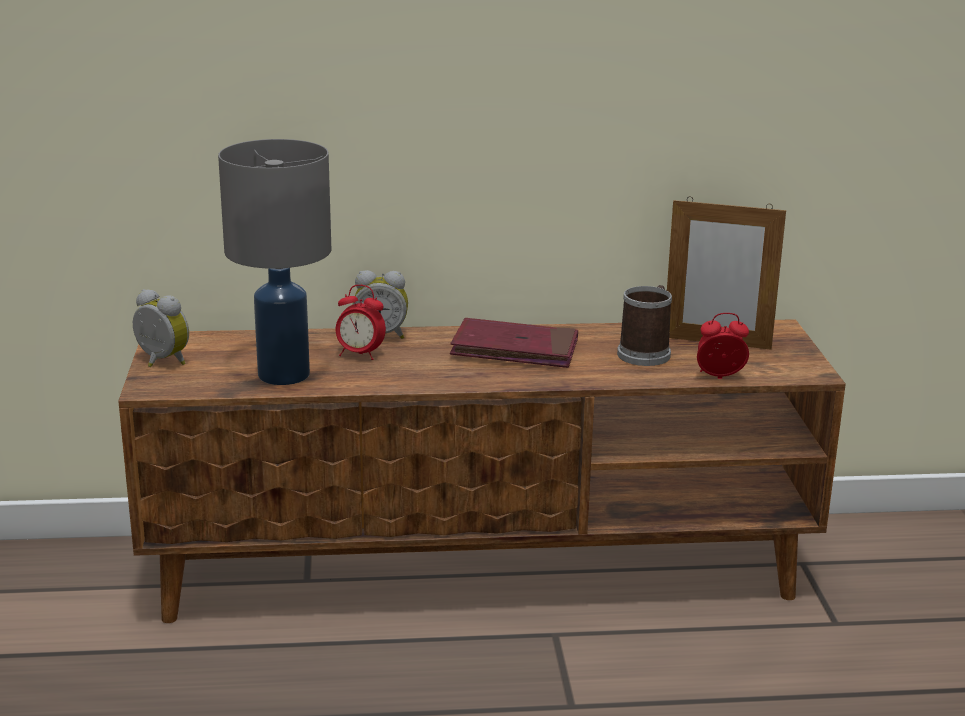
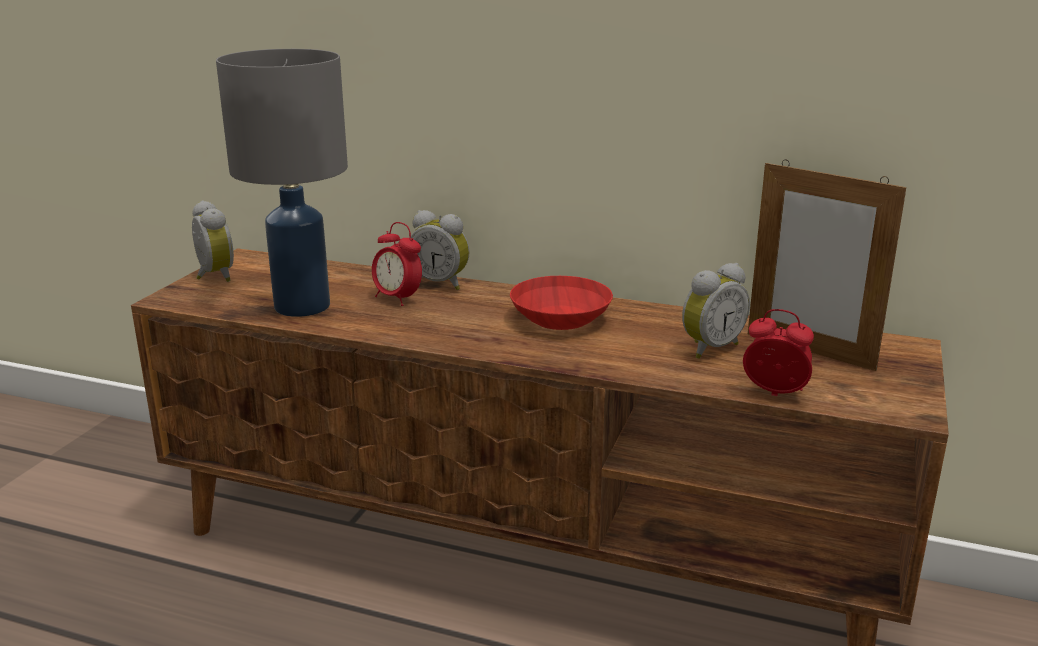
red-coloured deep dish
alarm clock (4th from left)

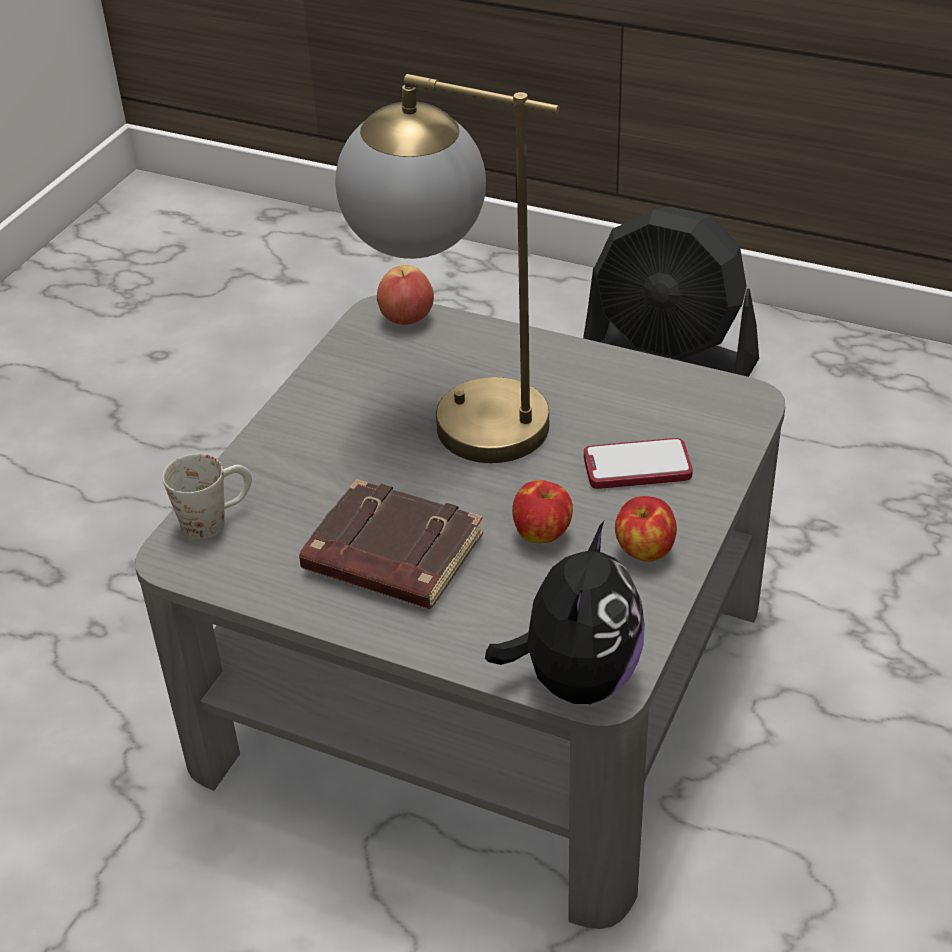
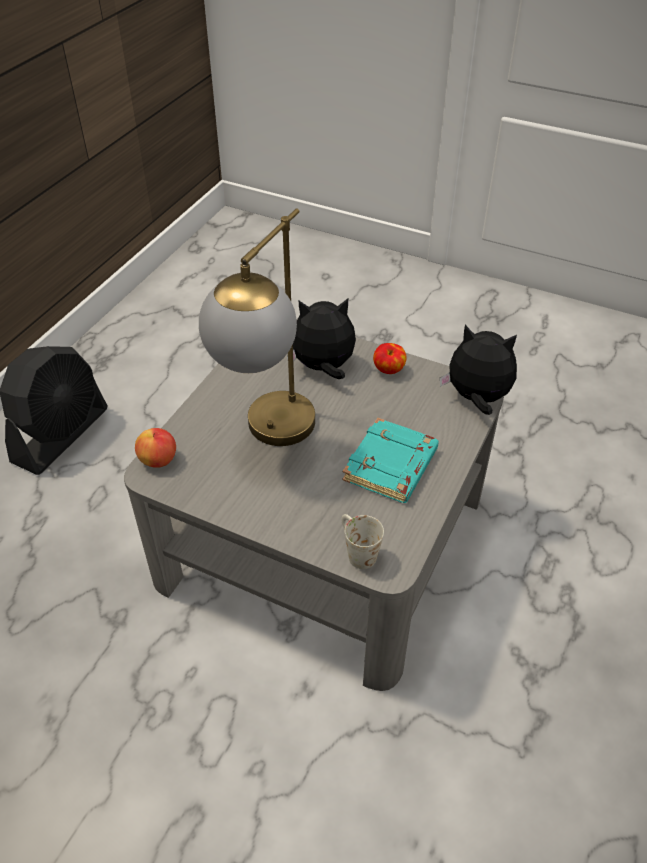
turquoise-coloured volume
apple (2nd from left in the first image)
cuddly toy (1st from left)

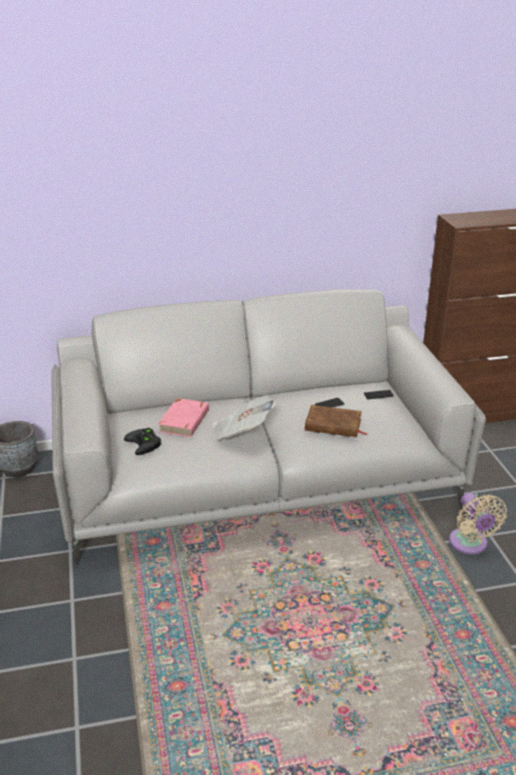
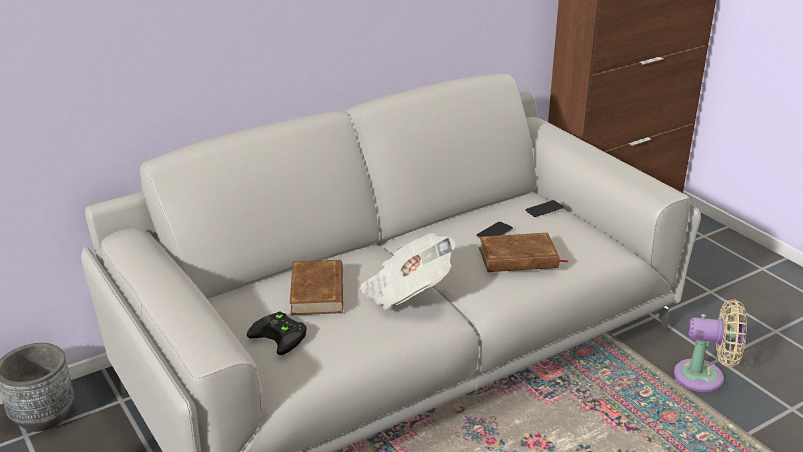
brown-coloured volume (1st from left)
beige electric fan

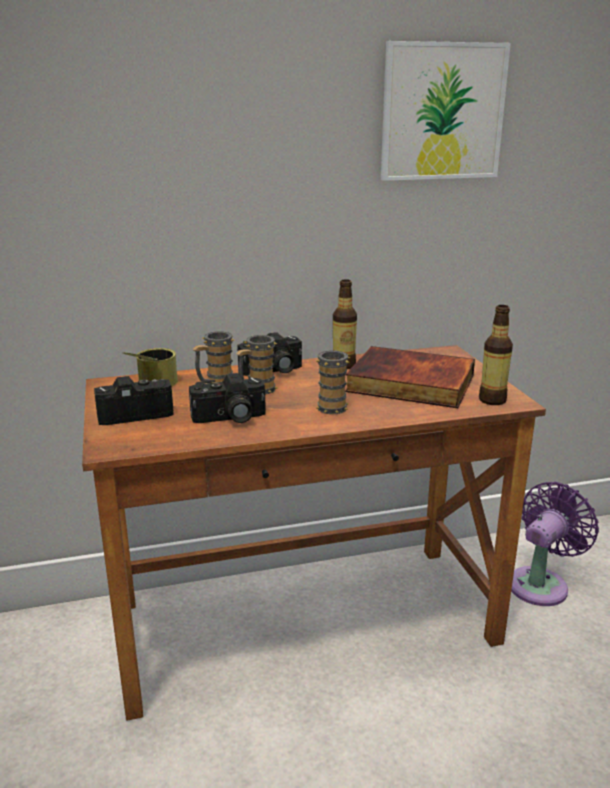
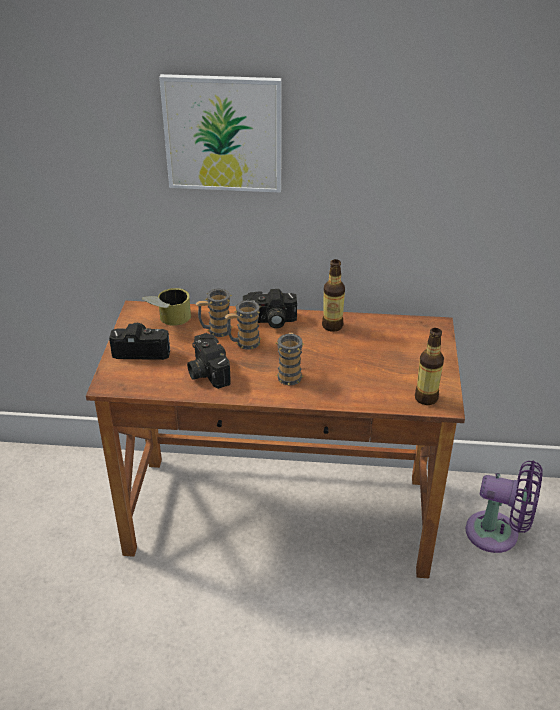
photo camera (2nd from left)
volume
wall picture
purplish electric fan

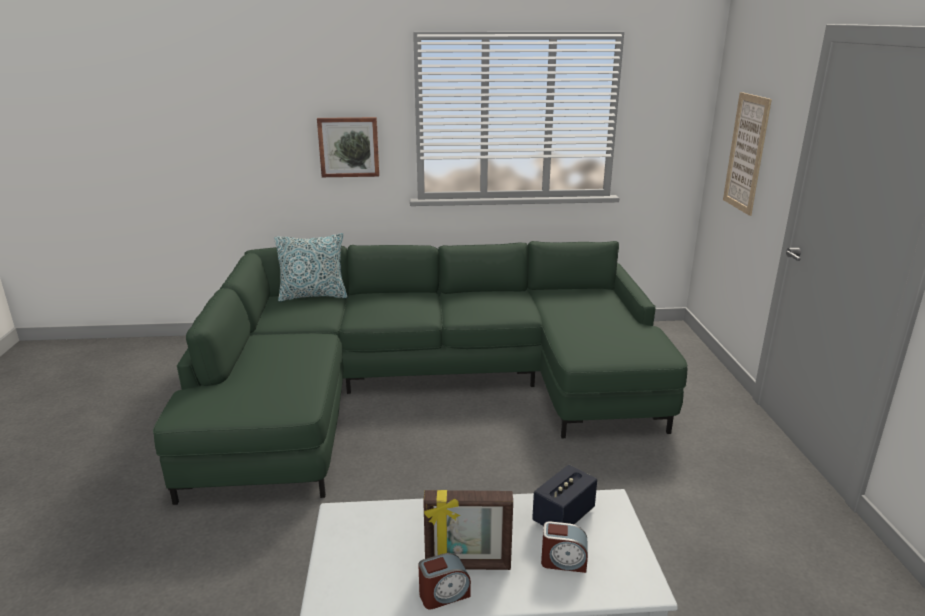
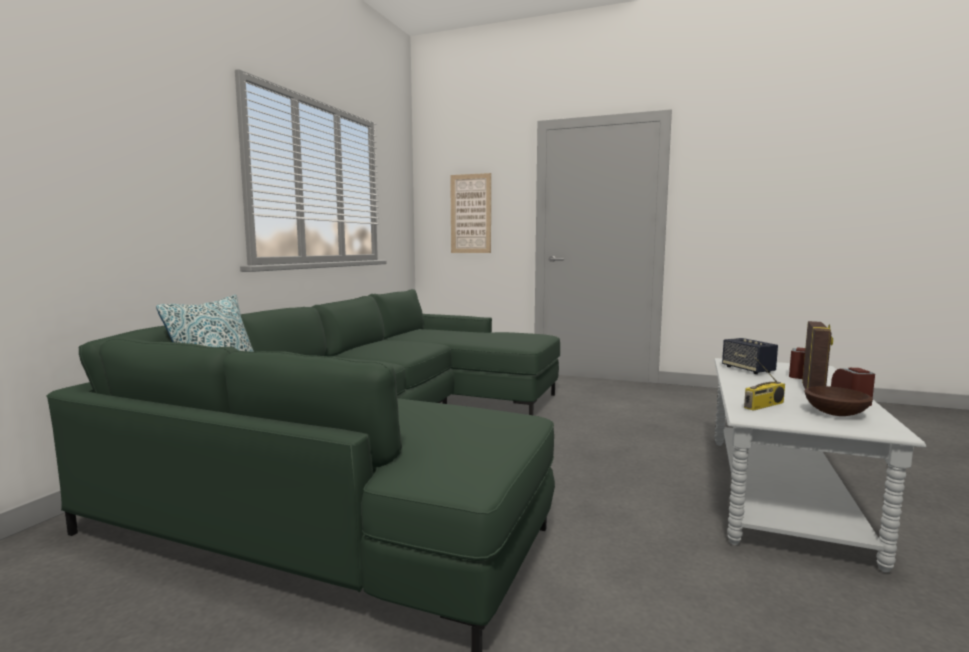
wall picture (1st from left in the first image)
radio receiver
brown-coloured deep dish

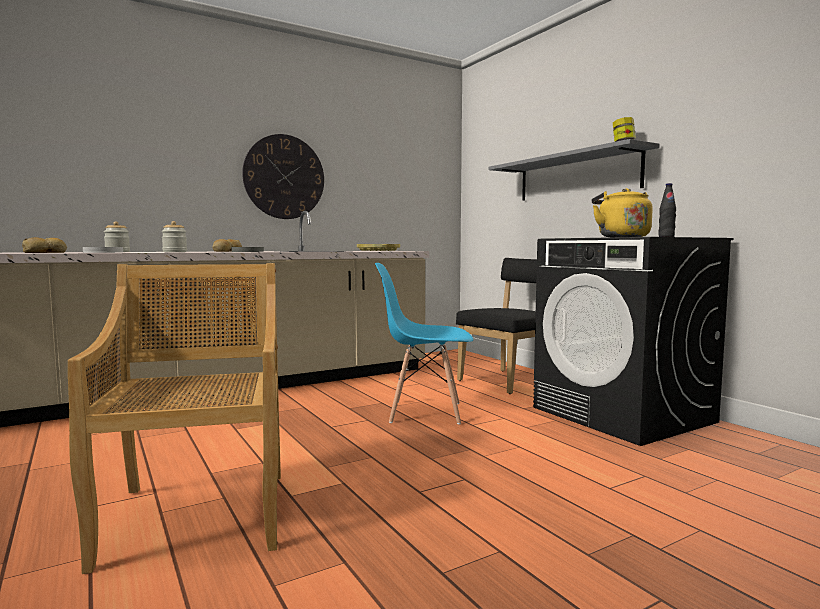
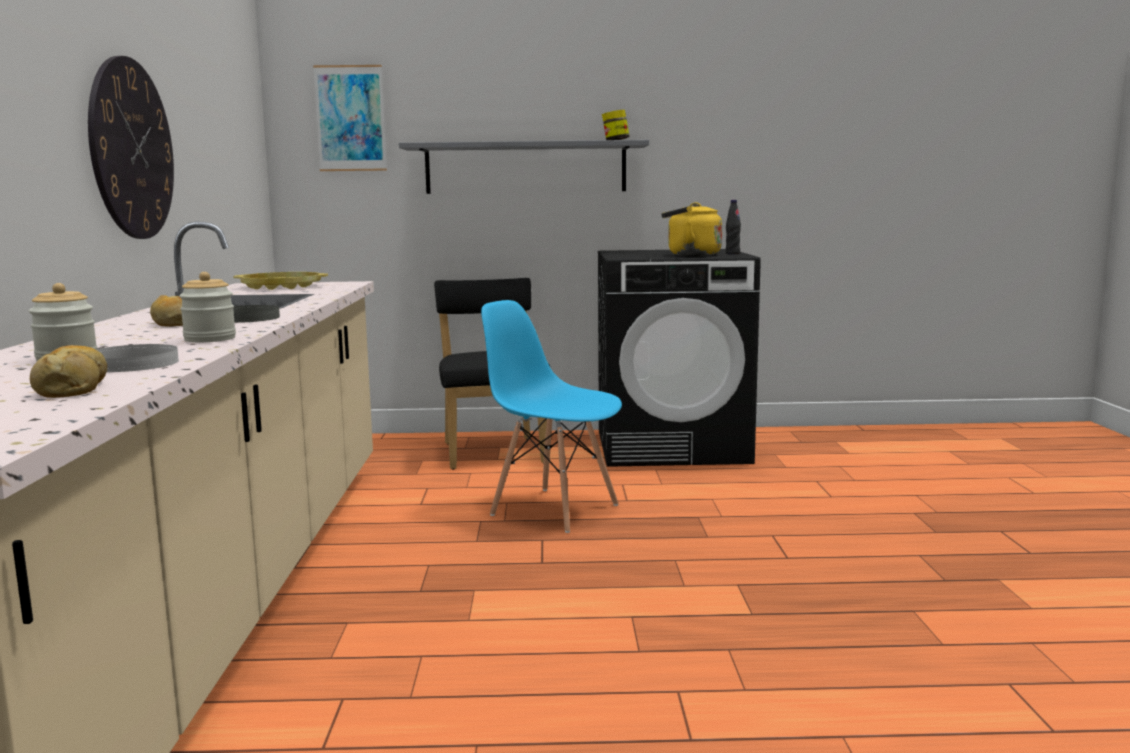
beige chair
blue-coloured chair
wall picture

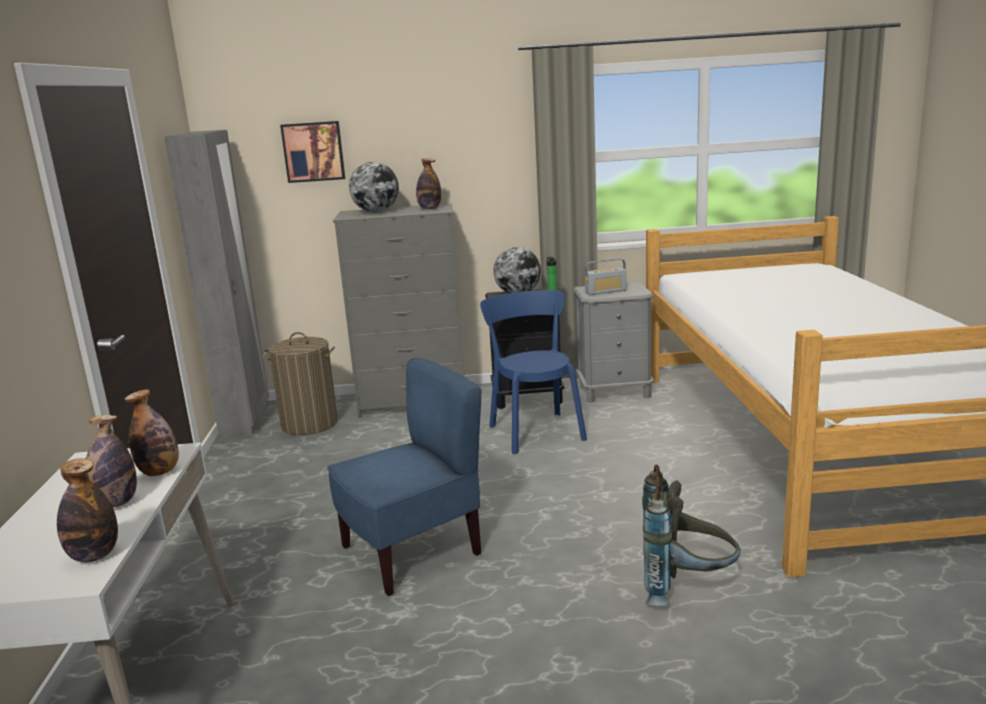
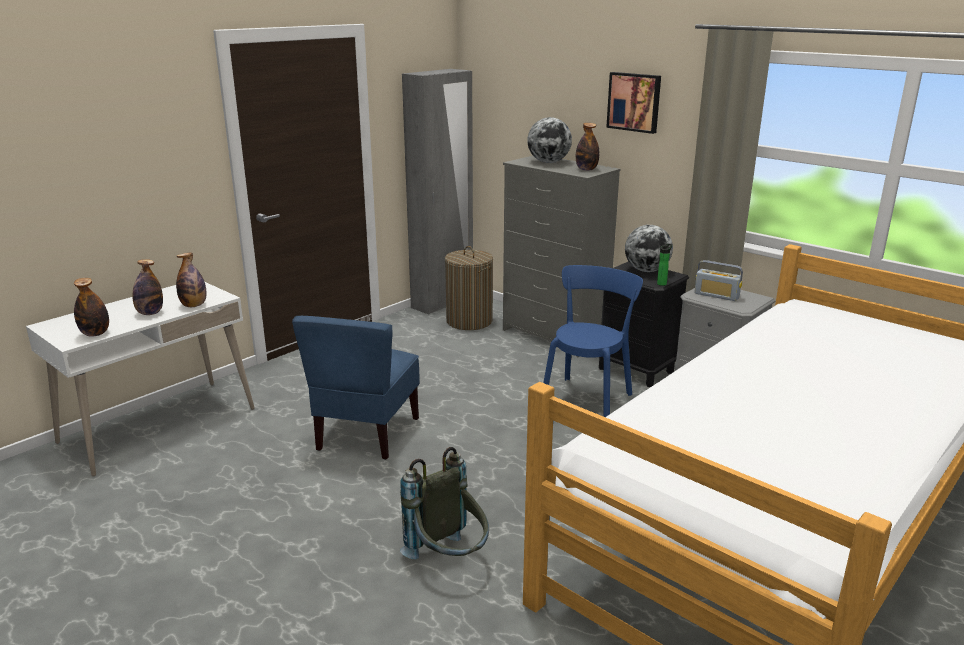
wall picture
blue-coloured chair (1st from left)

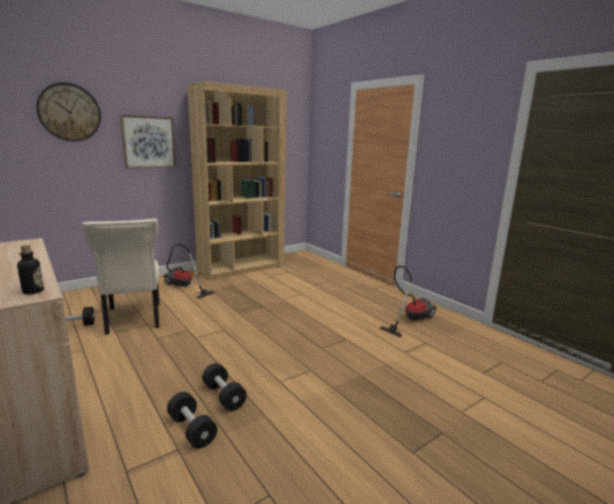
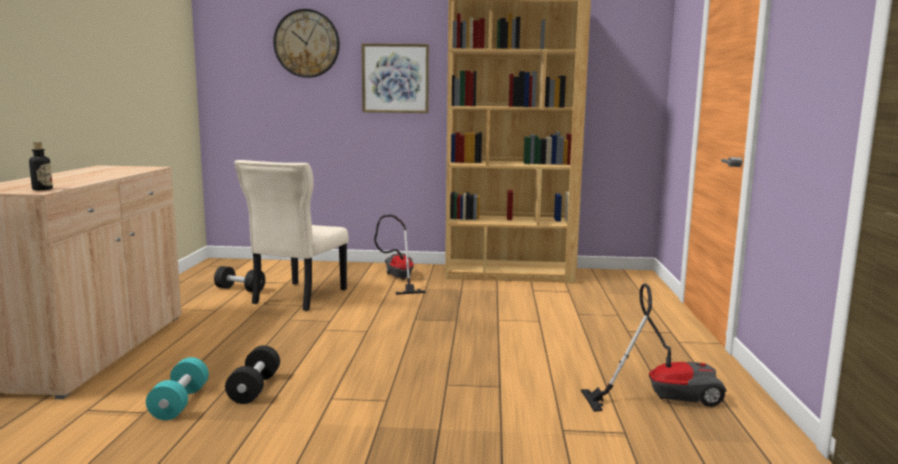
turquoise-coloured free weight

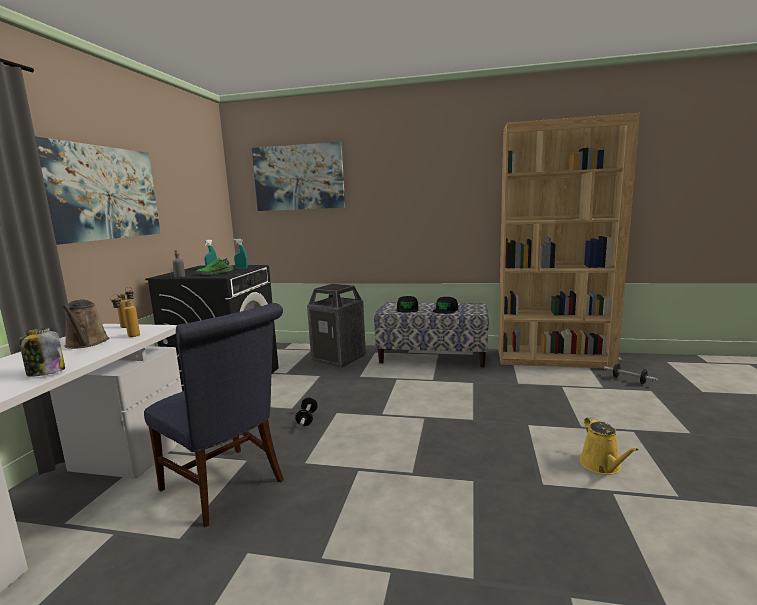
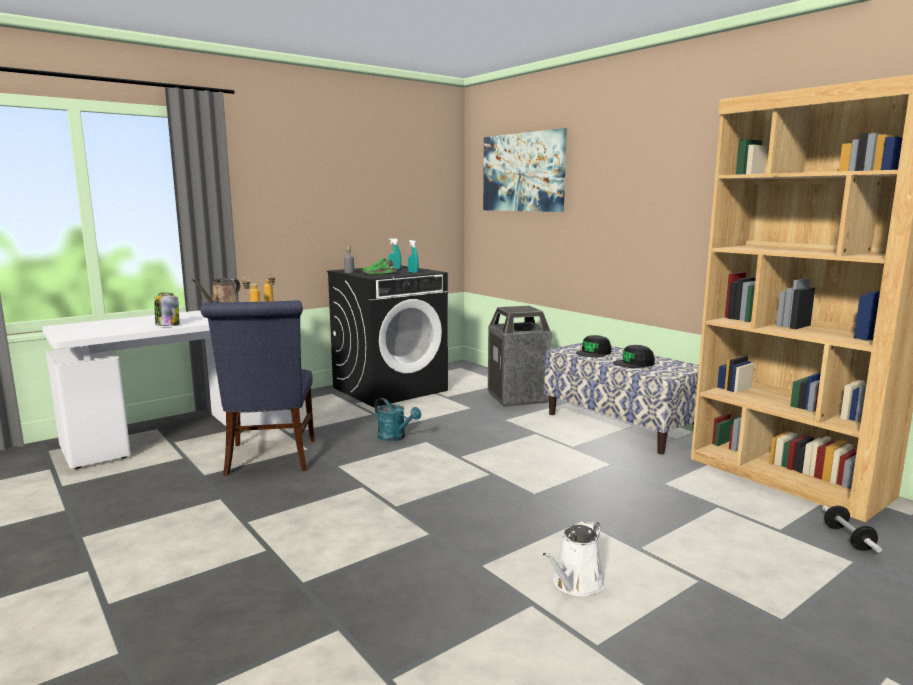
wall picture (1st from left in the first image)
turquoise-coloured watering pot
white-coloured watering pot

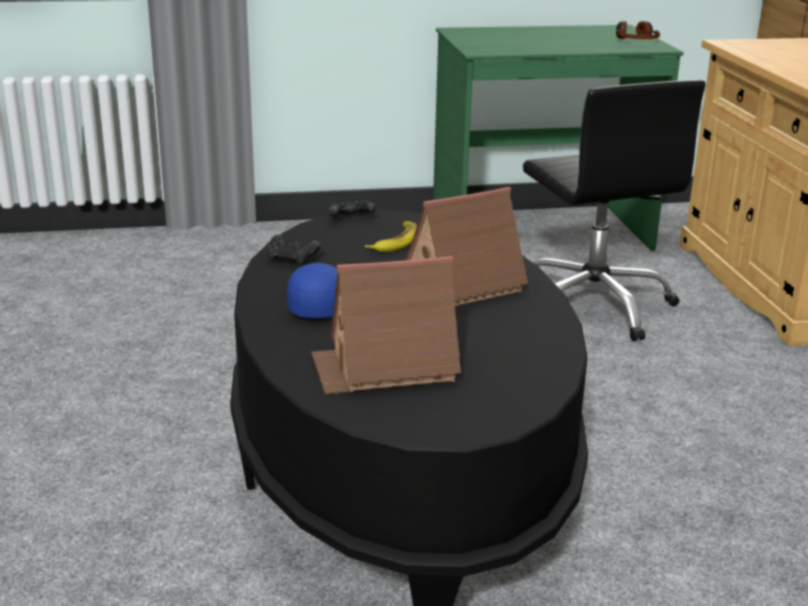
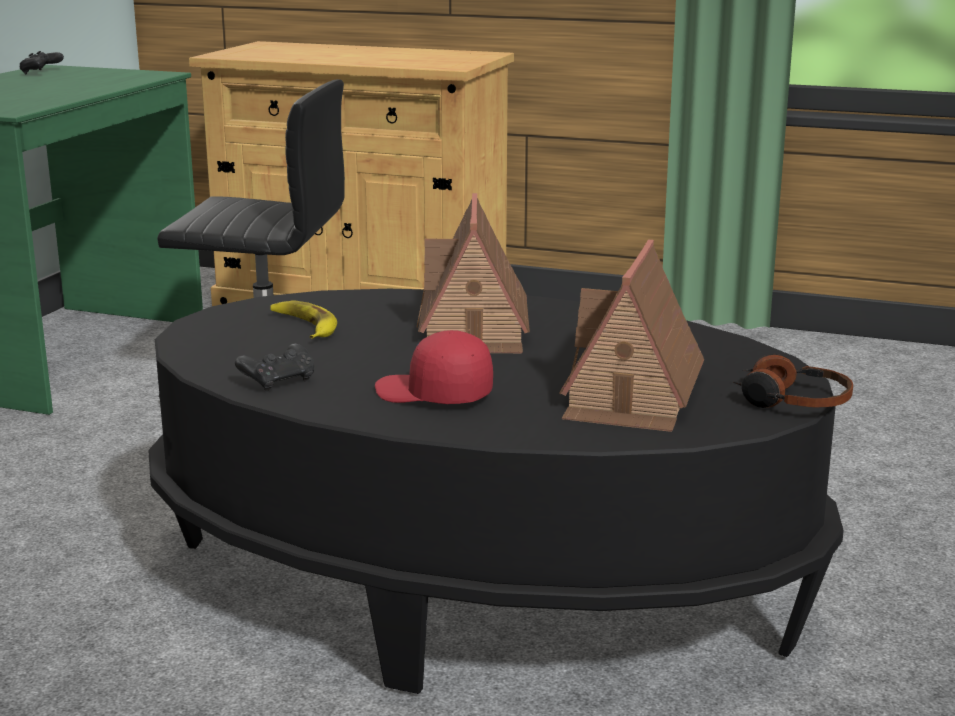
red-coloured cap
black-coloured game controller (1st from left)
headset

